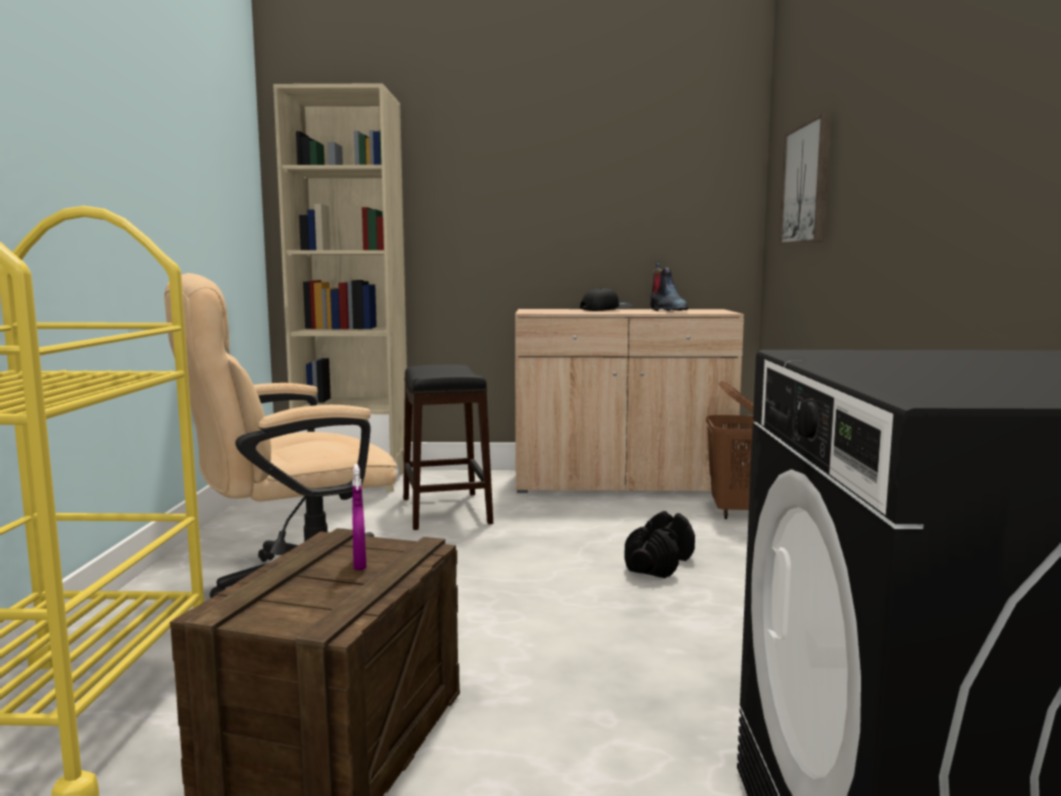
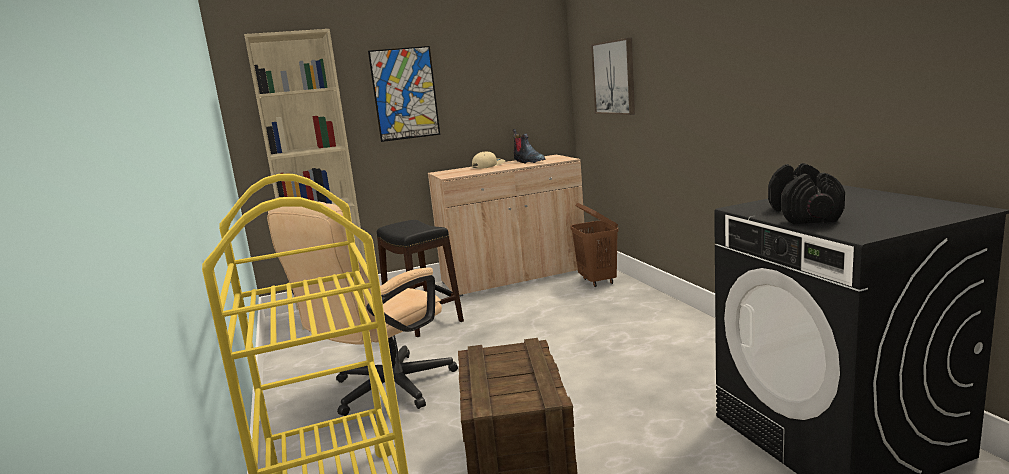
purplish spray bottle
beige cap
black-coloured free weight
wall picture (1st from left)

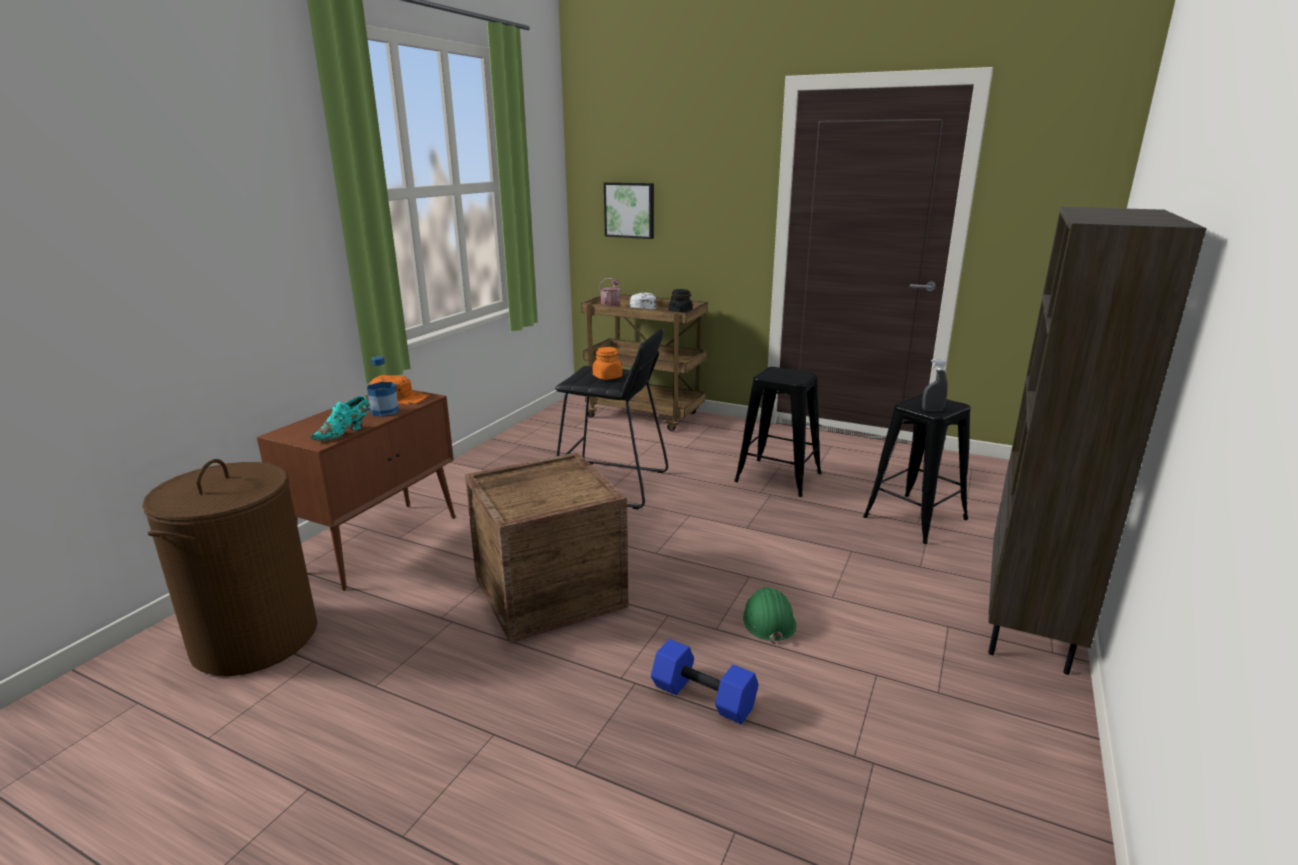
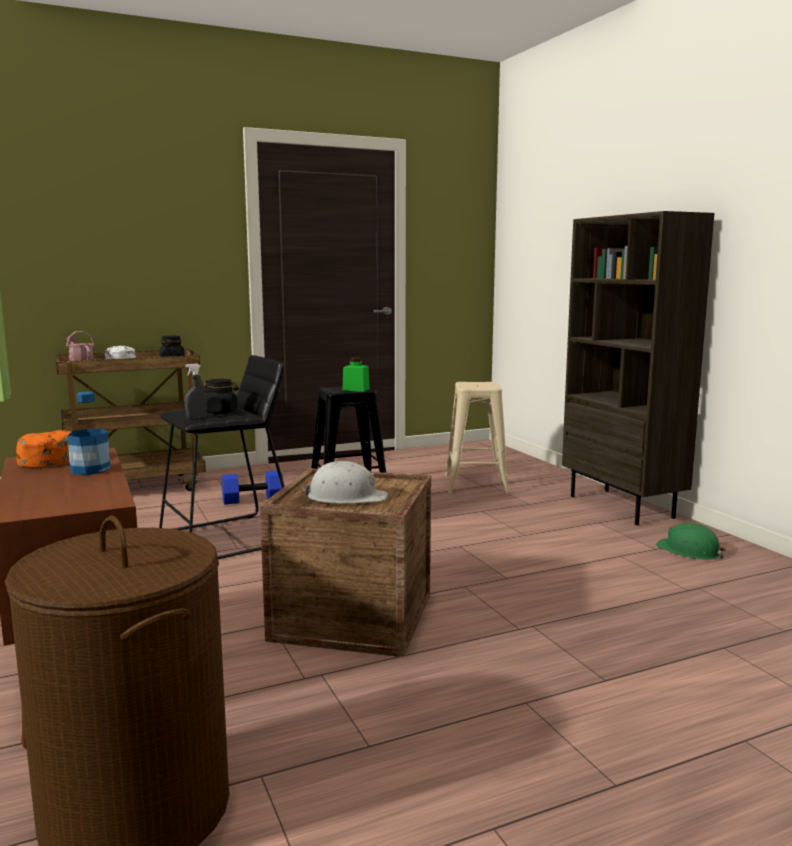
turquoise-coloured shoe
black-coloured storage jar (2nd from left)
wall picture
blue-coloured free weight
green safety helmet
beige stool seat
grey spray bottle
white-coloured safety helmet
green storage jar

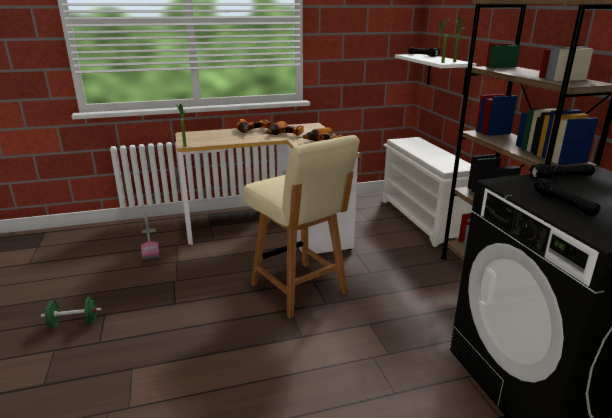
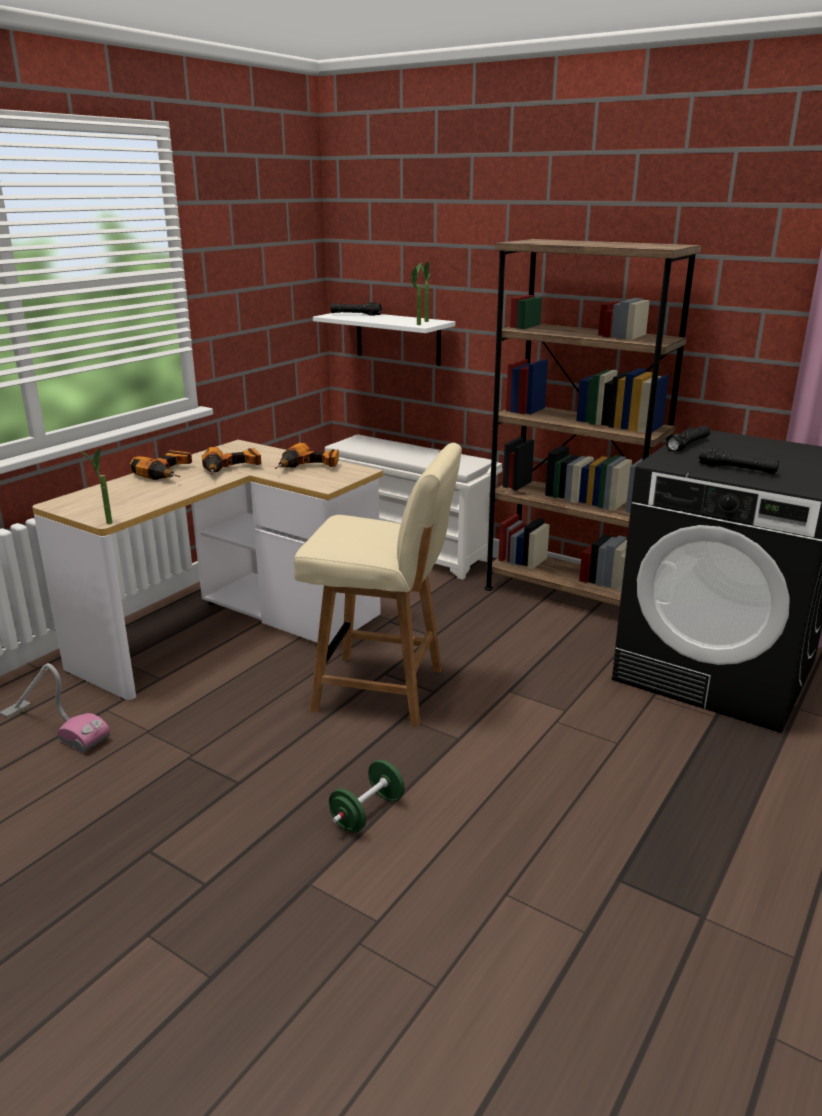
green free weight

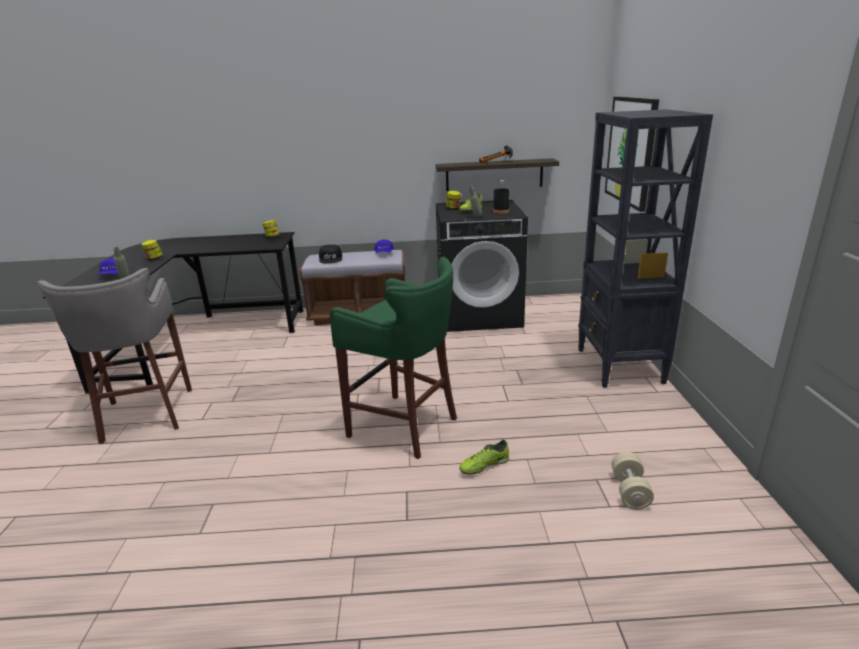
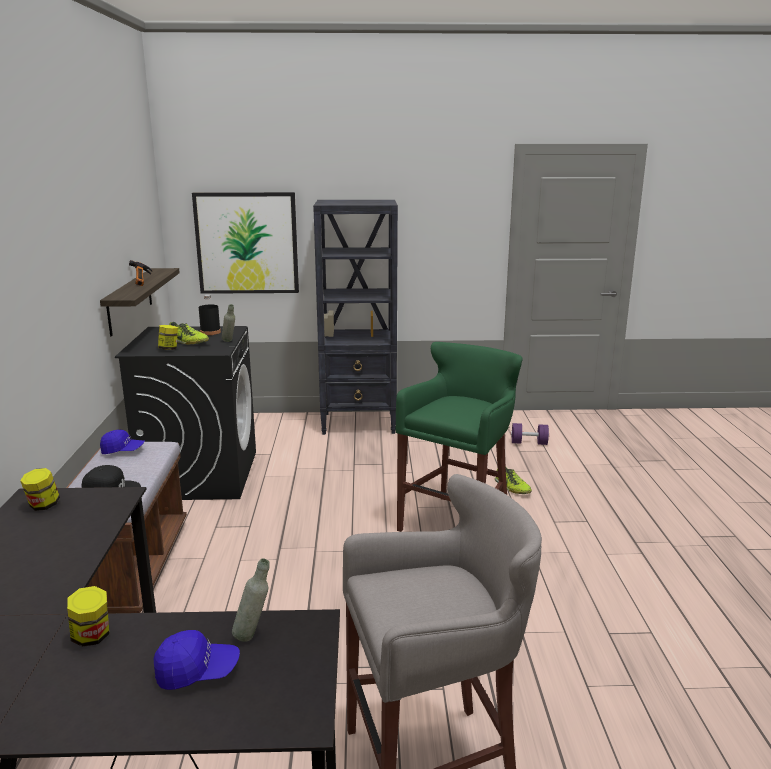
purplish free weight

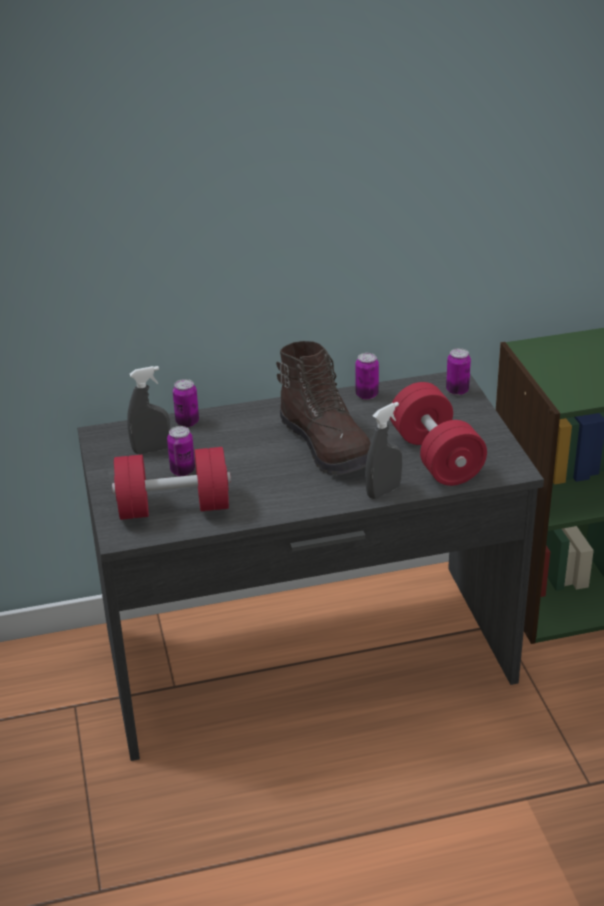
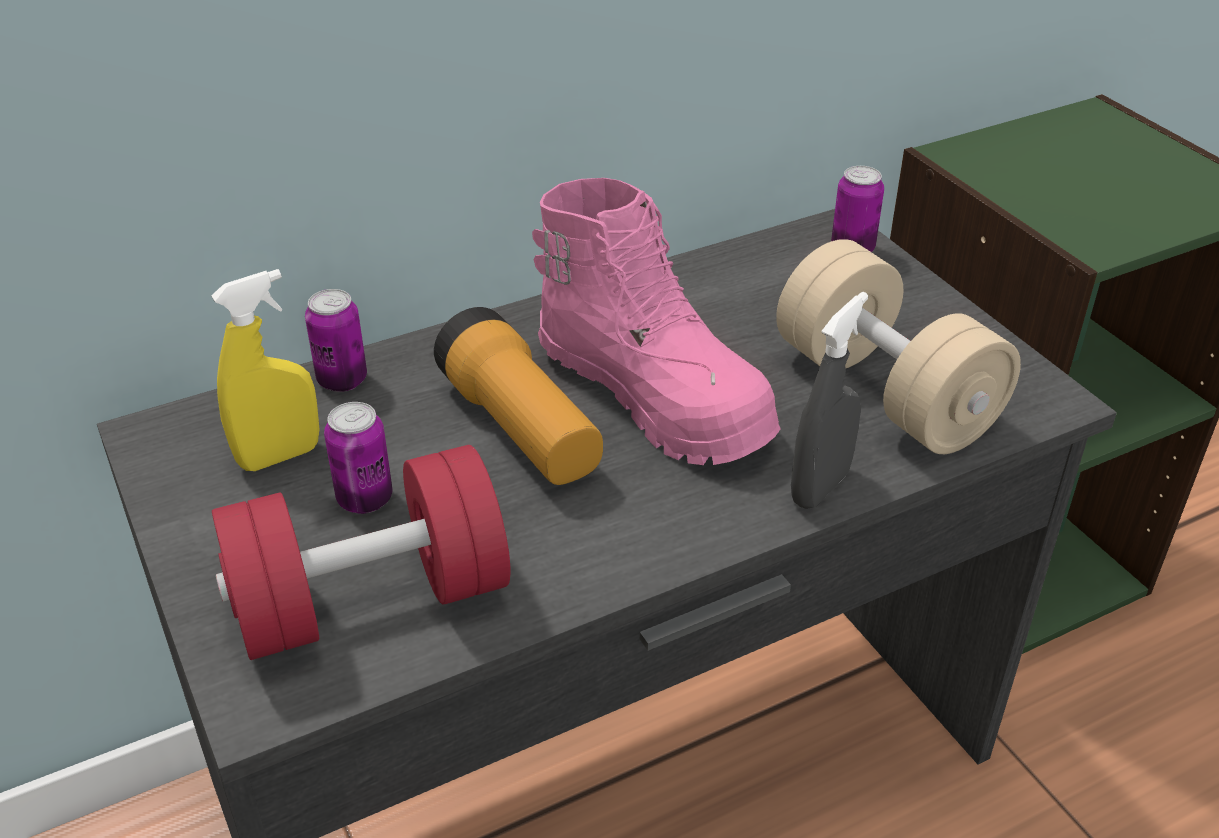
yellowish spray bottle
pink tall boot
sealed can (3rd from left in the first image)
beige free weight
flashlight

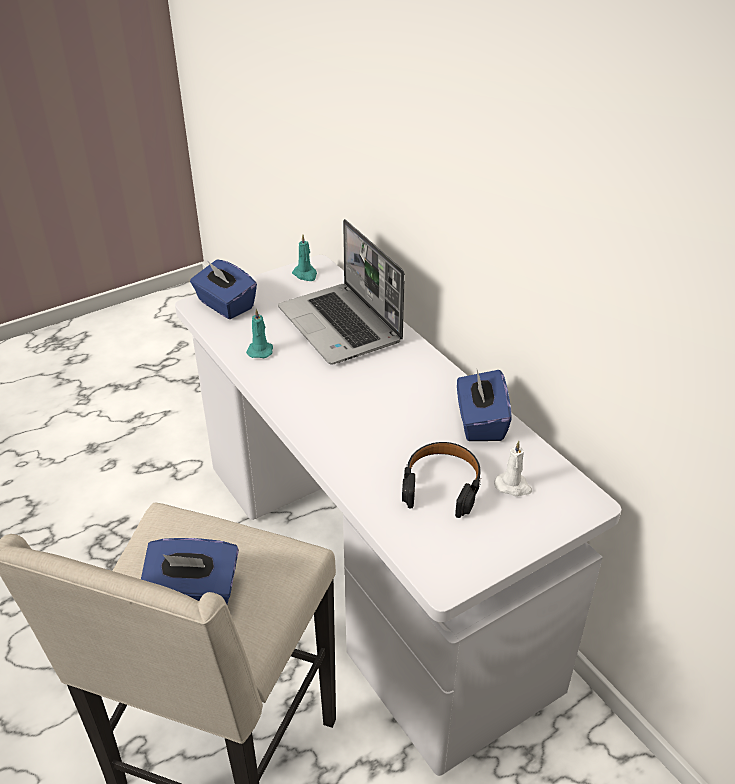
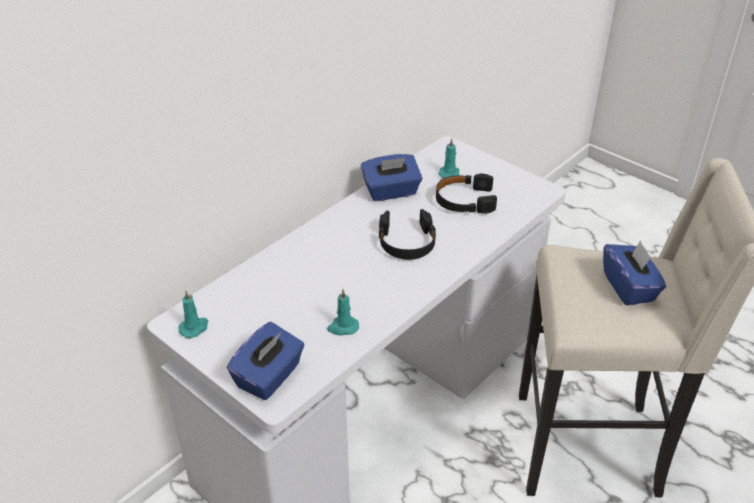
laptop
turquoise-coloured candle (3rd from left)
black-coloured headset (1st from left)

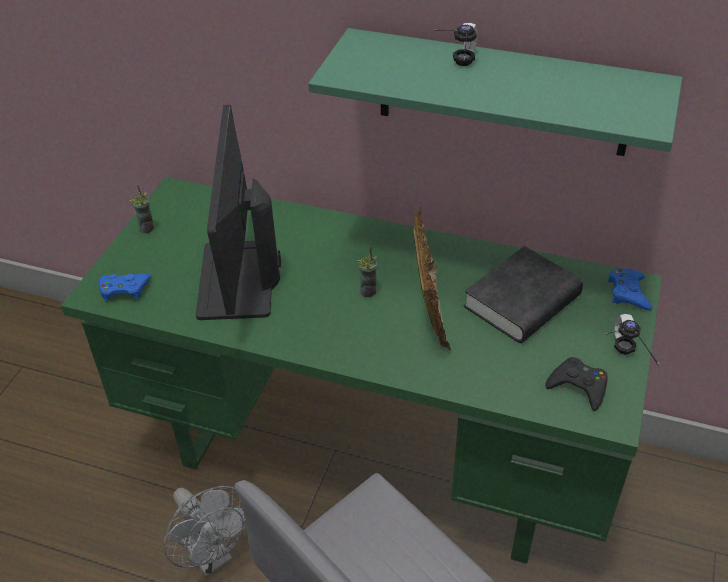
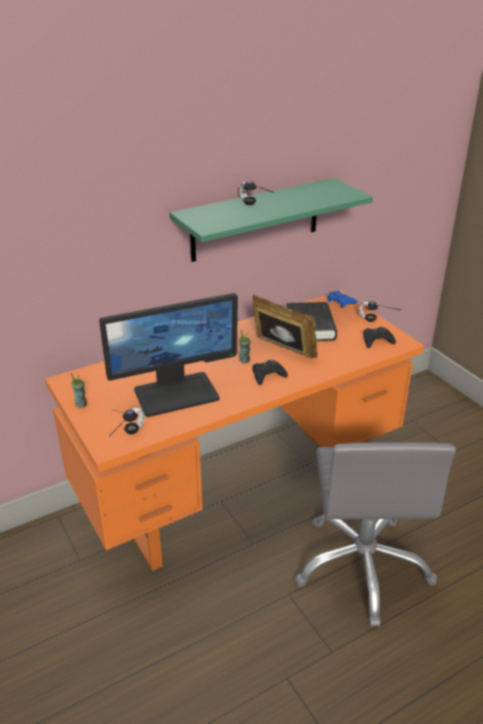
orangey desk table
headset (1st from left)
grey electric fan
computer screen
black-coloured game controller (1st from left)

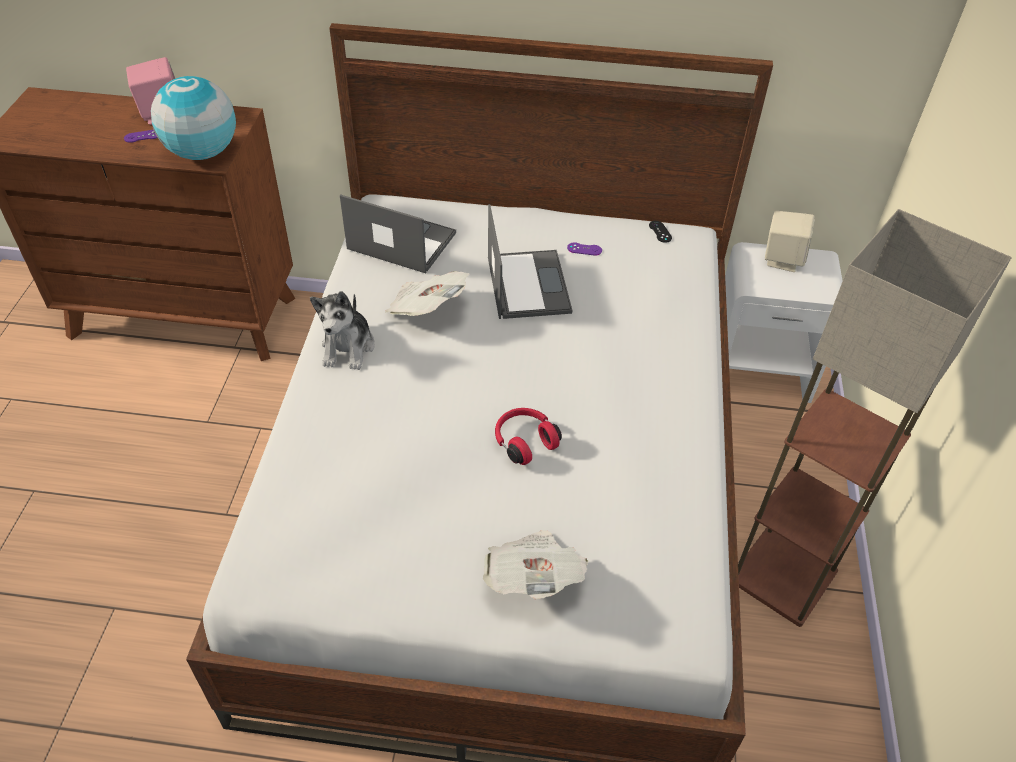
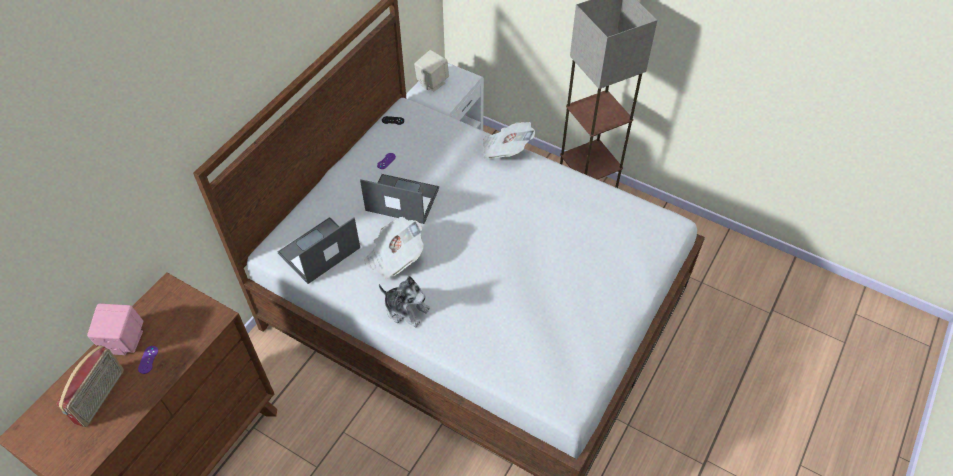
world globe
daily paper (2nd from left)
red-coloured headset
radio receiver

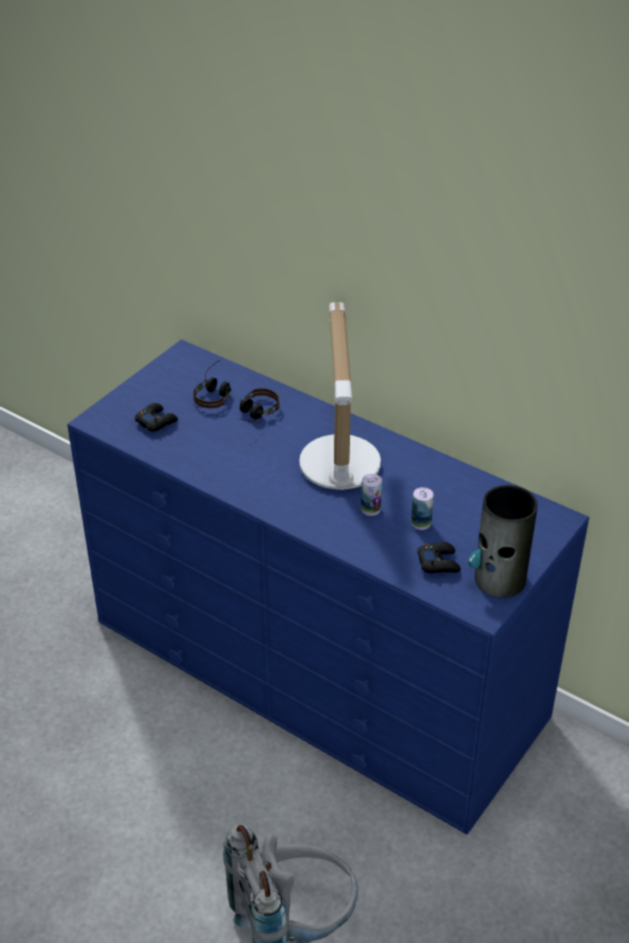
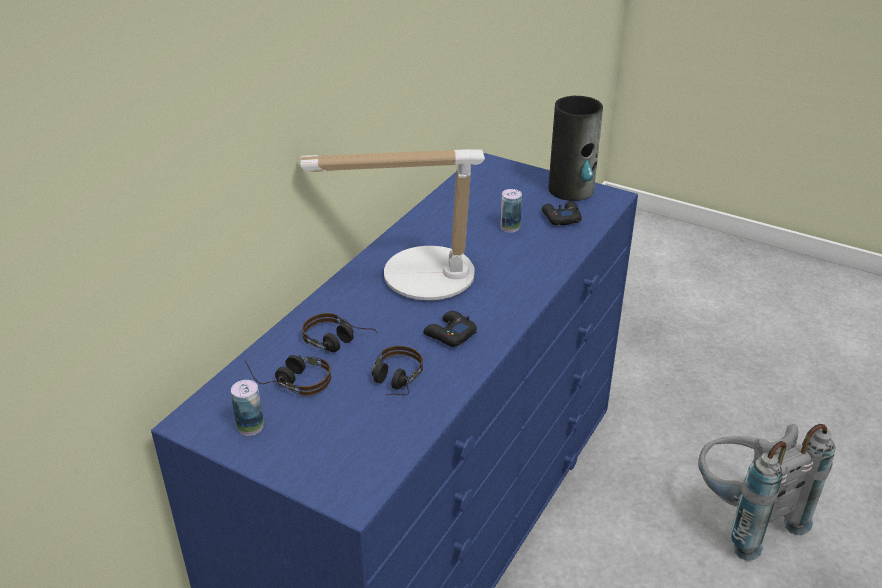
black-coloured game controller (1st from left)
sealed can (1st from left)
headset (3rd from left)

